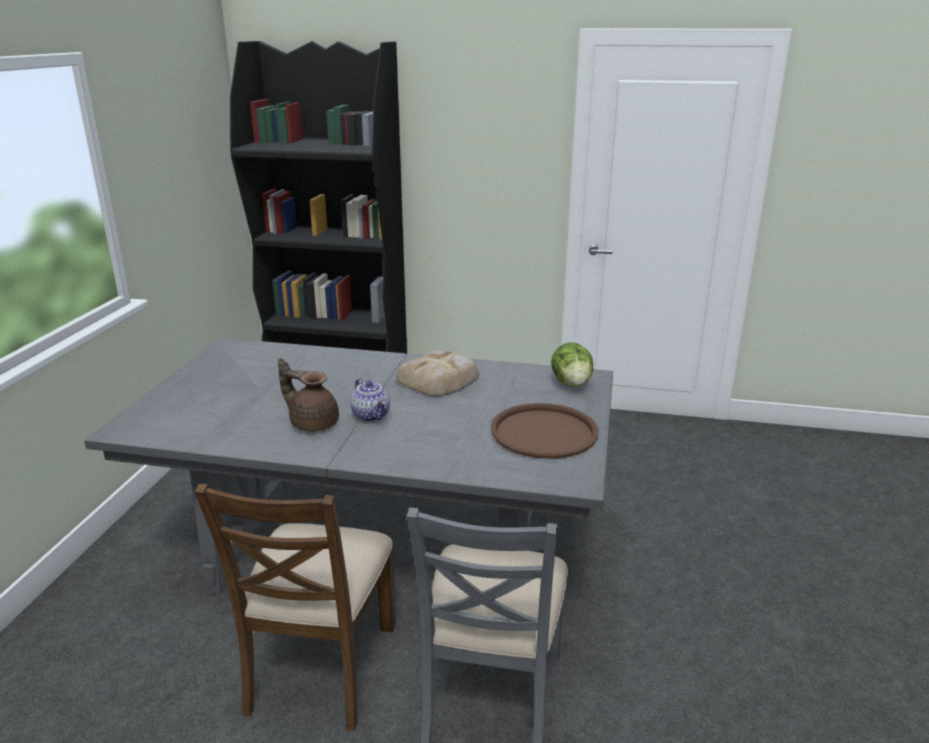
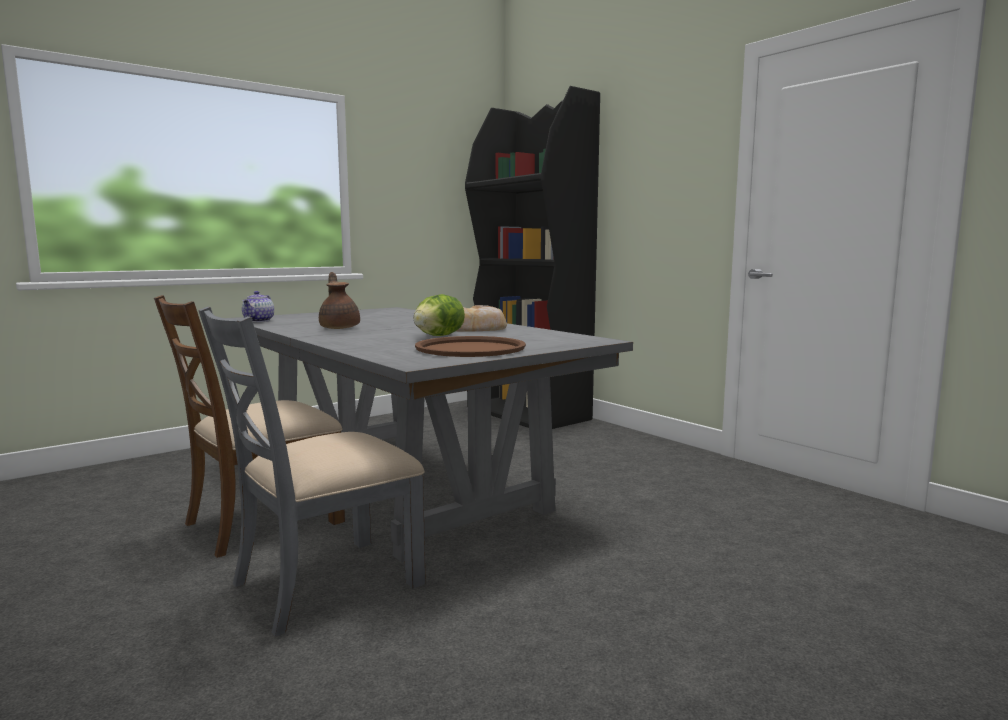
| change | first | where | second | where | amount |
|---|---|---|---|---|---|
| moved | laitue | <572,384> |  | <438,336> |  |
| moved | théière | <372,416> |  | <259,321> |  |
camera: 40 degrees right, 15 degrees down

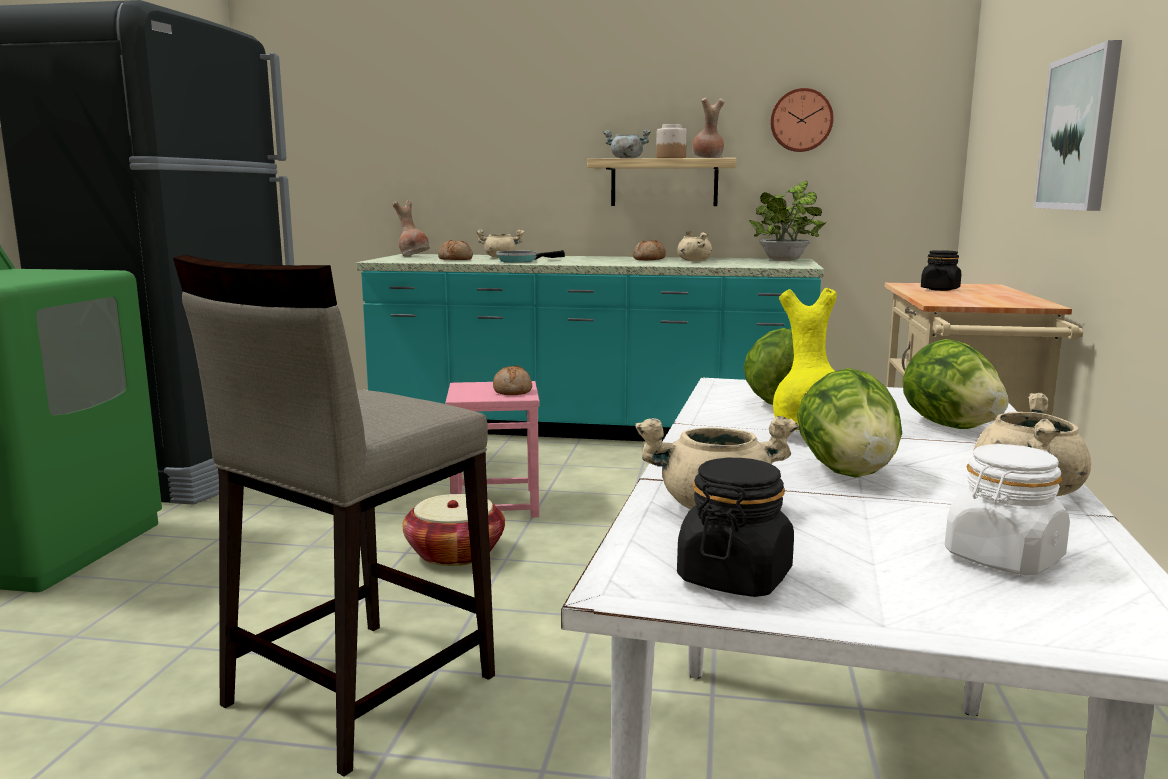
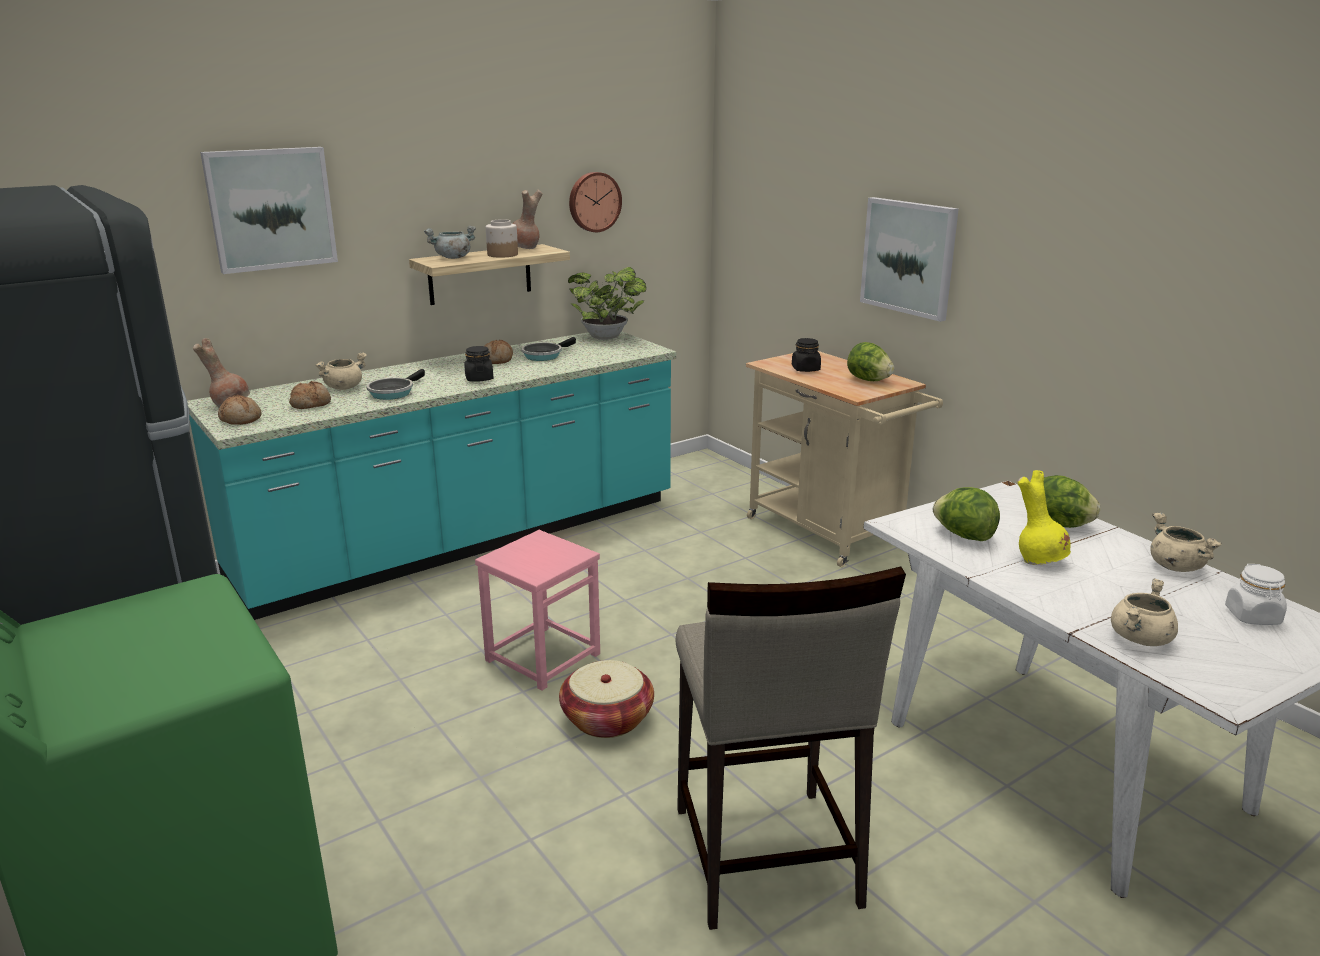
| change | first | where | second | where | amount |
|---|---|---|---|---|---|
| replaced | marmite [beige] | <694,261> | poêle | <544,355> |  |
| moved | pain | <513,391> |  | <241,419> |  |
| moved | laitue | <848,472> |  | <868,380> |  |
| moved | bocal [noir] | <734,577> |  | <479,379> |  |
| added |  |  | tableau | <271,209> |  |
camera: 45 degrees left, 10 degrees up

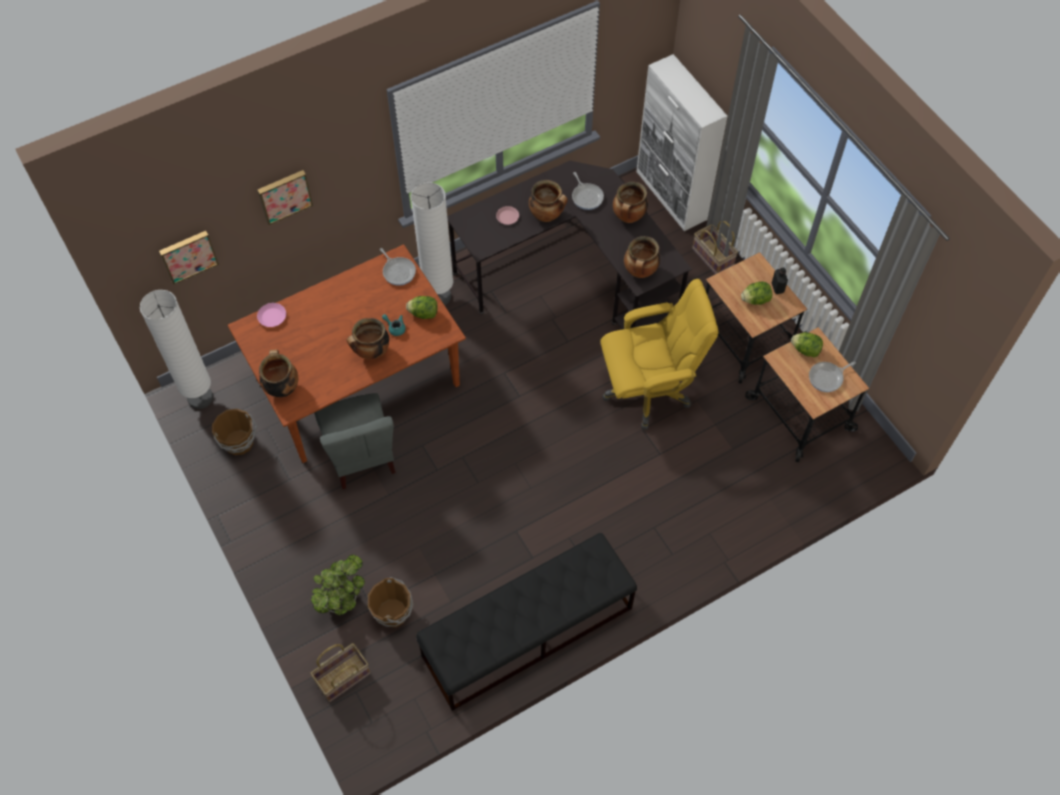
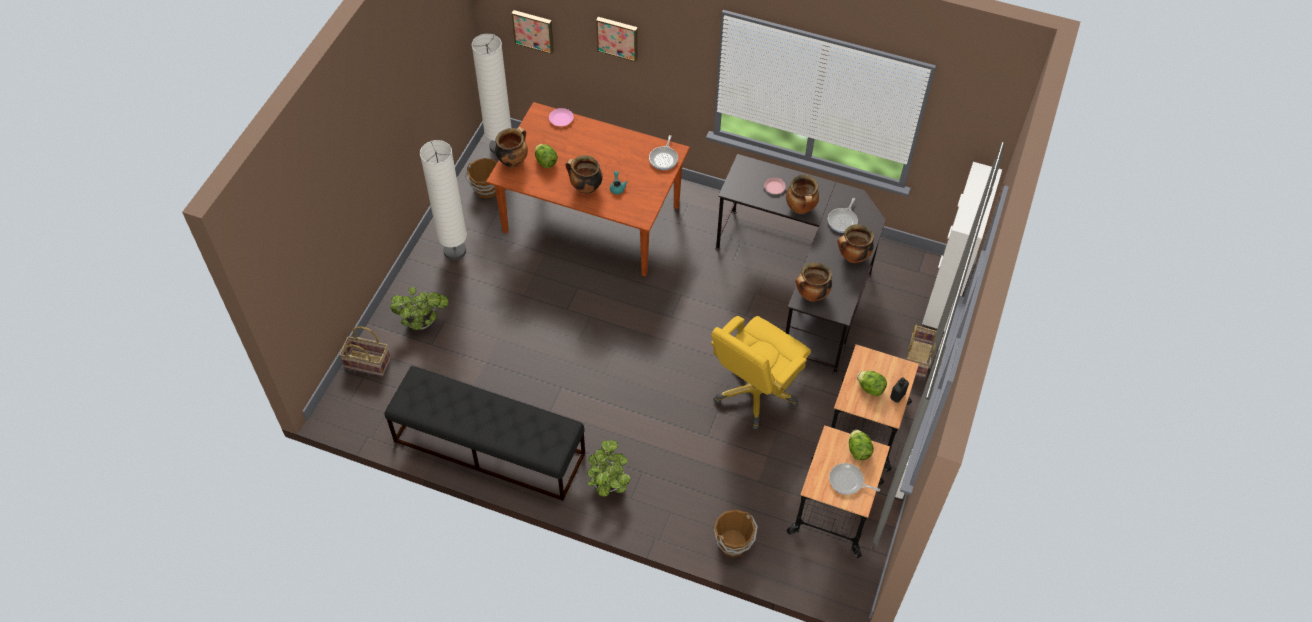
| change | first | where | second | where | amount |
|---|---|---|---|---|---|
| moved | lampadaire [blanc] | <439,297> |  | <454,251> |  |
| turned | chaise de bureau [jaune] | <648,390> |  | <755,393> | 90 degrees clockwise |
| moved | laitue | <423,313> |  | <546,162> |  |
| removed | chaise [gris] | <361,456> |  |  |  |
| moved | seau [marron] | <393,612> |  | <733,543> |  |
| added |  |  | plante en pot | <608,485> |  |
camera: 50 degrees right, 5 degrees down

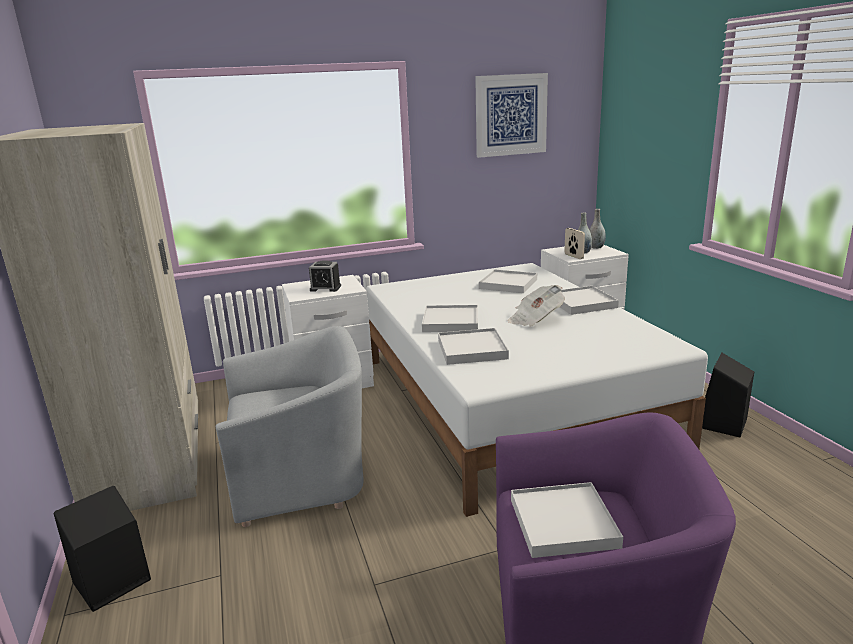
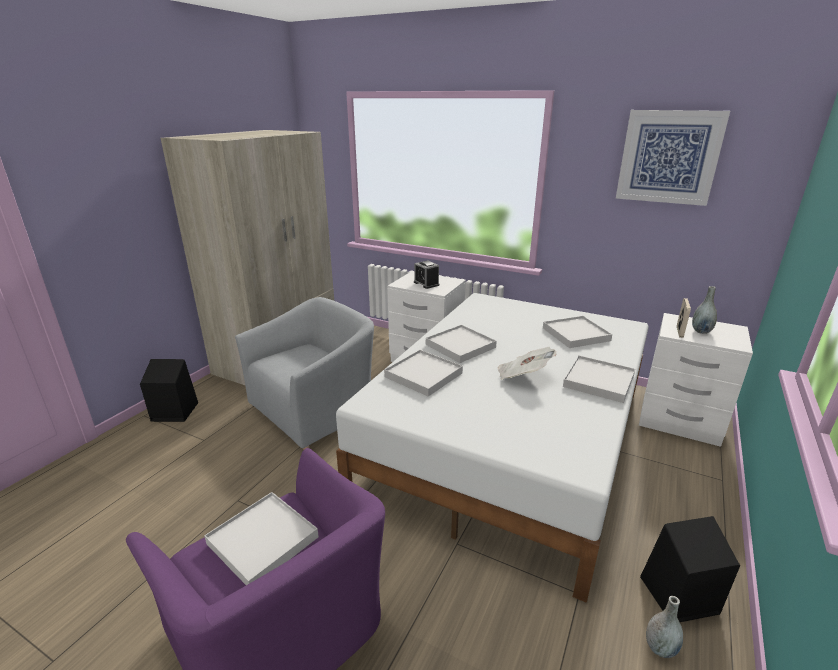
| change | first | where | second | where | amount |
|---|---|---|---|---|---|
| moved | vase [gris] | <596,247> |  | <660,648> |  |
| turned | fauteuil [gris] | <301,475> |  | <315,409> | 75 degrees counterclockwise |
camera: 45 degrees right, 5 degrees up

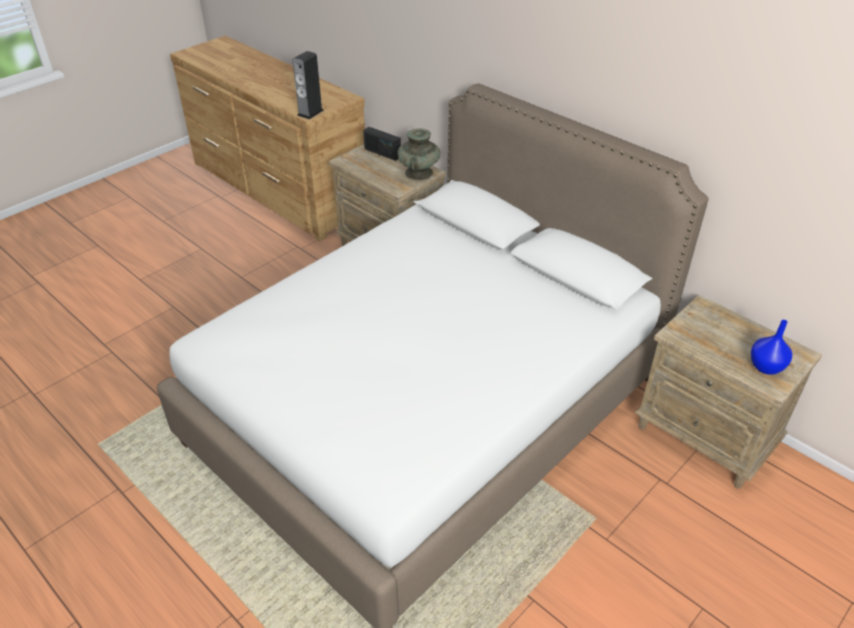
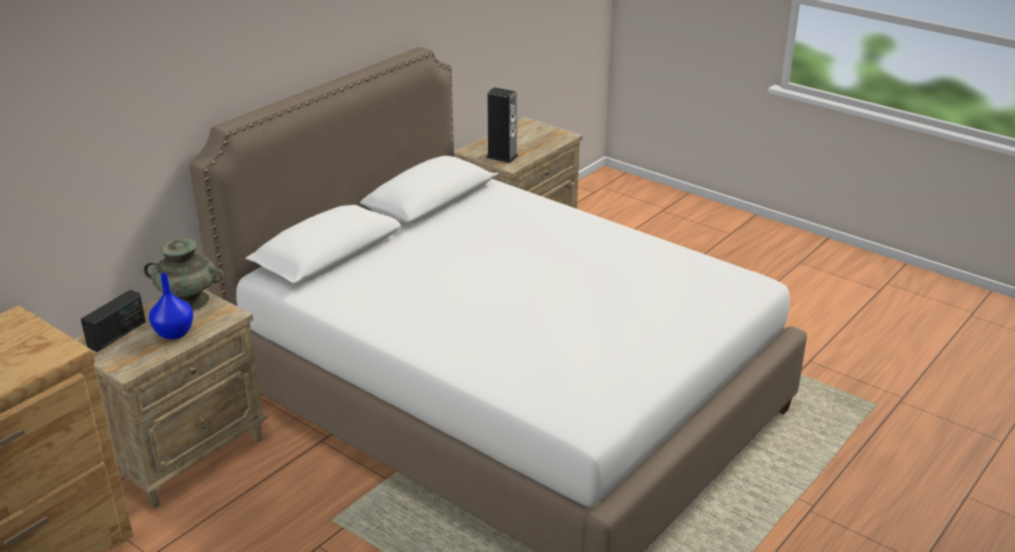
| change | first | where | second | where | amount |
|---|---|---|---|---|---|
| moved | enceinte | <310,113> |  | <502,156> |  |
| moved | vase [bleu] | <765,367> |  | <175,333> |  |
camera: 95 degrees left, 10 degrees down

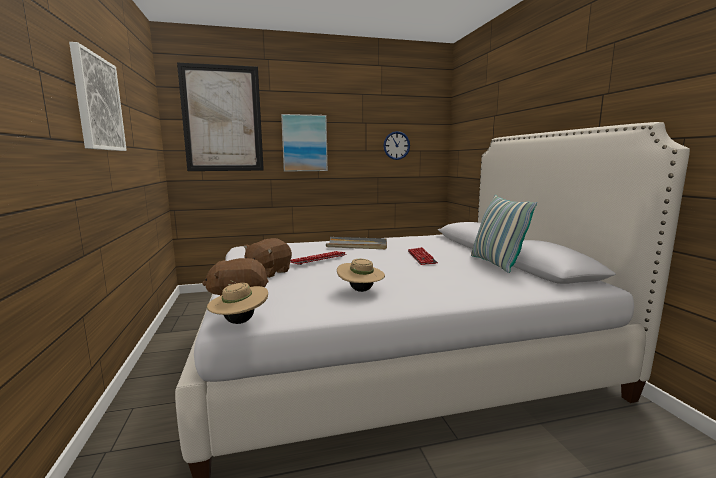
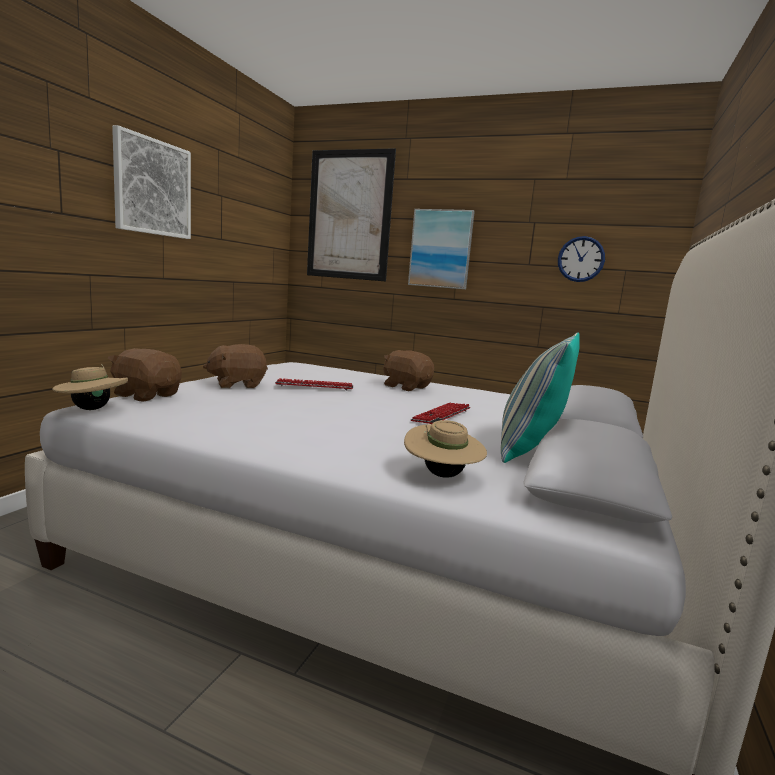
| change | first | where | second | where | amount |
|---|---|---|---|---|---|
| replaced | plateau [gris] | <357,245> | peluche [marron] | <406,387> |  |
| moved | chapeau [beige] | <361,291> |  | <442,475> |  |
camera: 35 degrees right, 0 degrees up

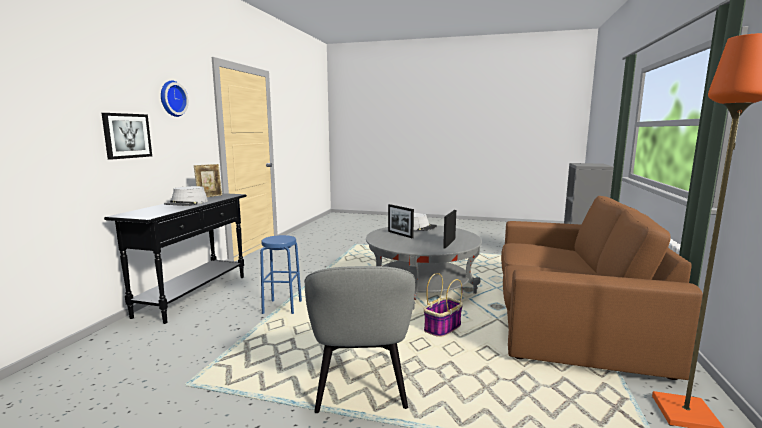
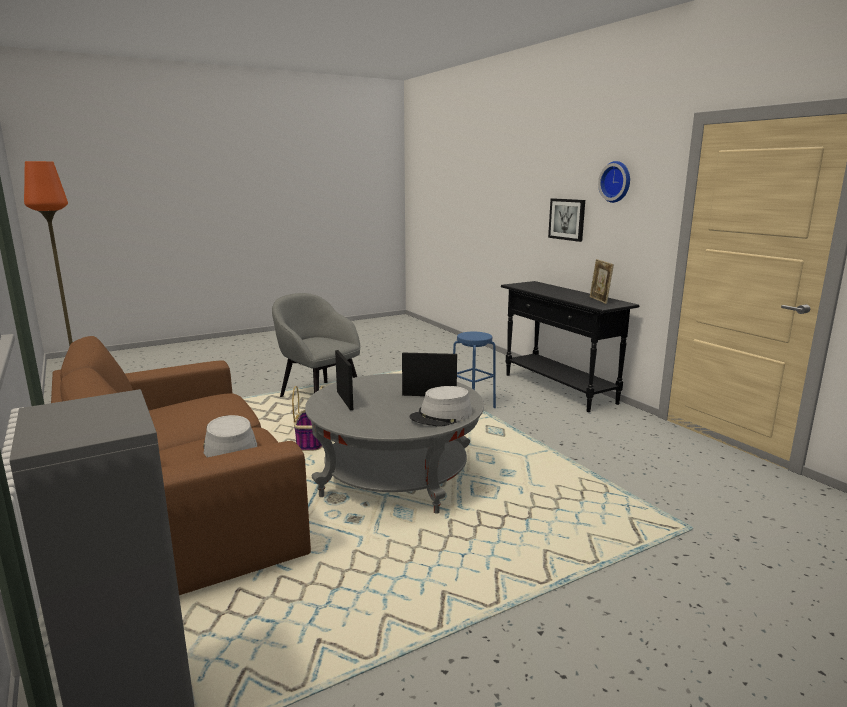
| change | first | where | second | where | amount |
|---|---|---|---|---|---|
| moved | chapeau [gris] | <187,203> |  | <229,446> |  |
camera: 135 degrees right, 5 degrees up

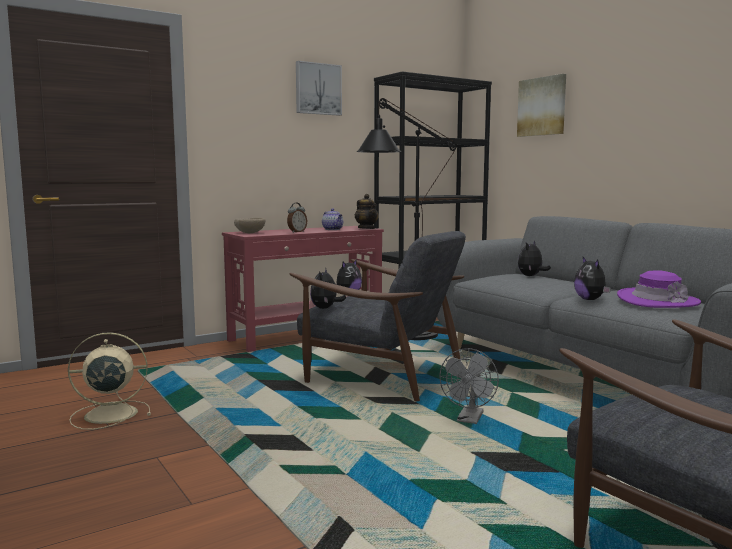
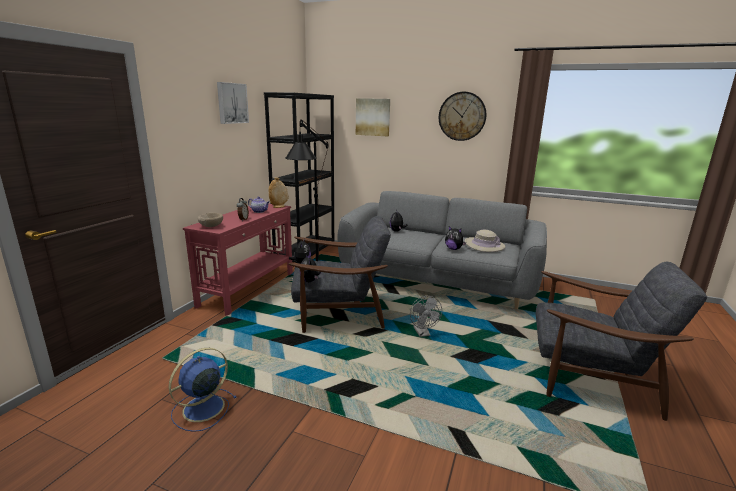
| change | first | where | second | where | amount |
|---|---|---|---|---|---|
| replaced | théière | <366,228> | vase [beige] | <279,207> |  |
| recoloured | chapeau [violet] | <657,301> | chapeau [beige] | <484,245> |  |
| recoloured | ventilateur [beige] | <108,414> | ventilateur [bleu] | <202,409> |  |
| added |  |  | horloge murale | <462,116> |  |
camera: 35 degrees left, 10 degrees up

